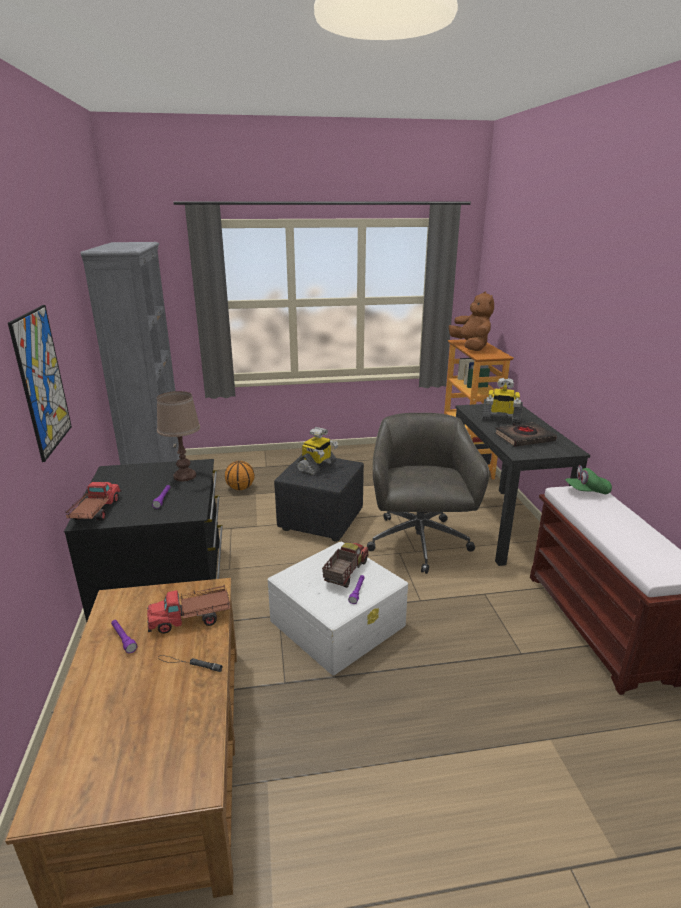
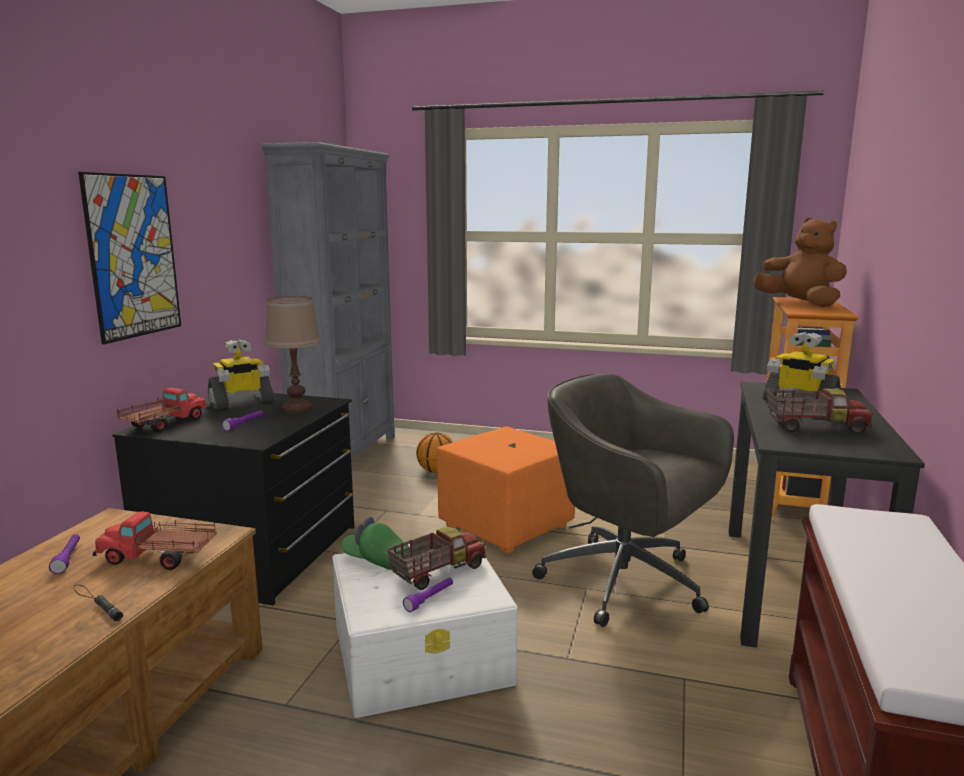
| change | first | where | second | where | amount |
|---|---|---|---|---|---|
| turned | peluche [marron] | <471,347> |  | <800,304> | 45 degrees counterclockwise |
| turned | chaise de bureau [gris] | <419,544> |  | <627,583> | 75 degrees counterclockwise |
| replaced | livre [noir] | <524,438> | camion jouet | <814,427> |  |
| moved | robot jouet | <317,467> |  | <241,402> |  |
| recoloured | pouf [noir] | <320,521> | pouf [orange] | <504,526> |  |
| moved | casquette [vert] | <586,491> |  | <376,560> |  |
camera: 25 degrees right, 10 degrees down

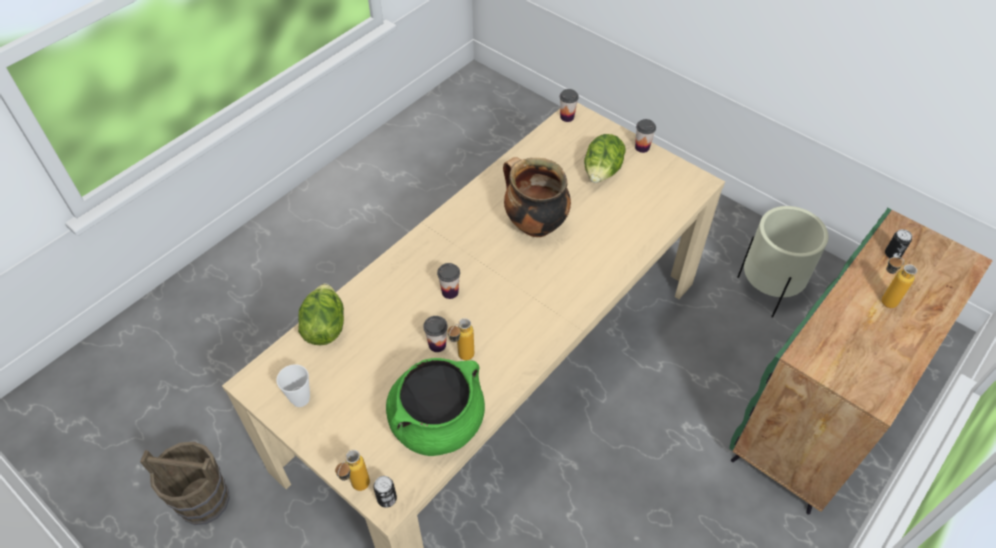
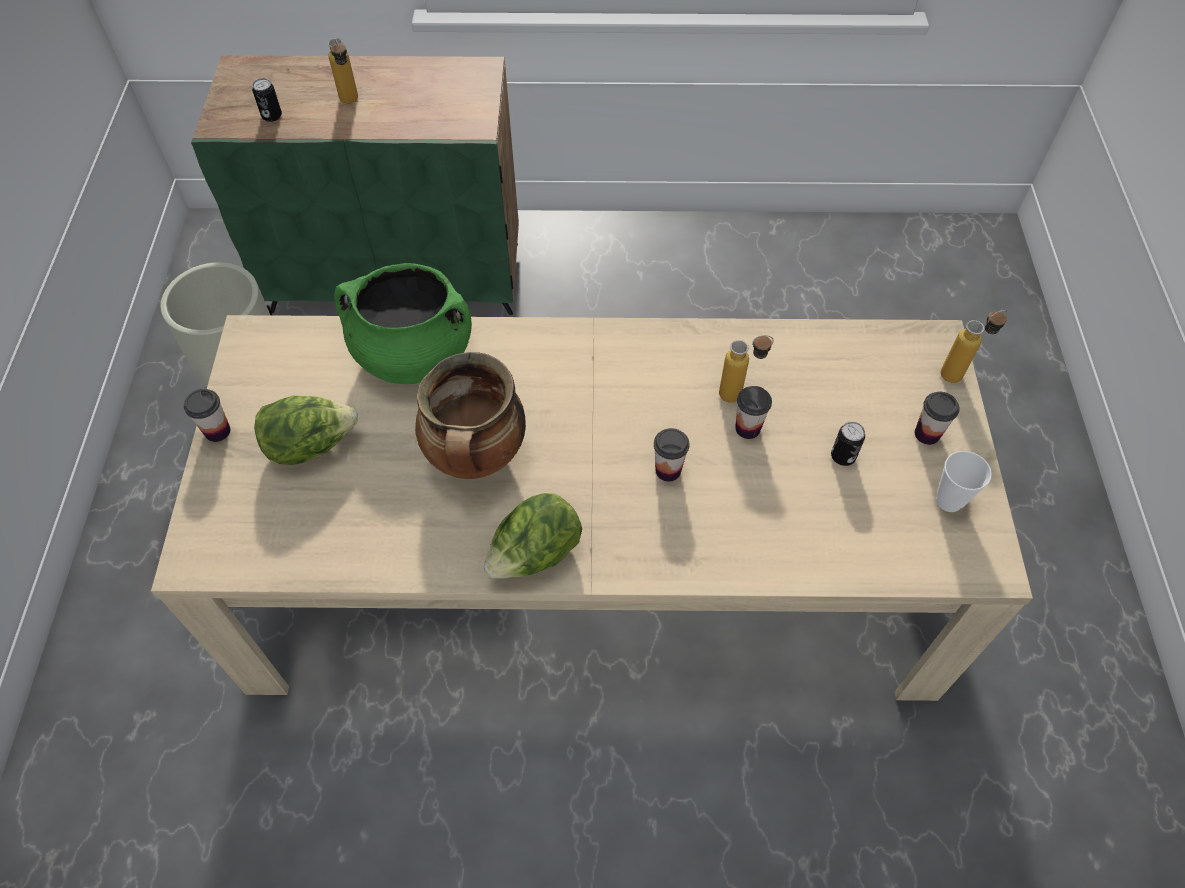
| change | first | where | second | where | amount |
|---|---|---|---|---|---|
| moved | tasse | <567,117> |  | <927,434> |  |
| moved | laitue | <324,327> |  | <535,554> |  |
| moved | marmite [vert] | <437,422> |  | <413,354> |  |
| removed | seau [marron] | <203,500> |  |  |  |
| moved | boîte métallique | <387,499> |  | <843,456> |  |
camera: 130 degrees left, 5 degrees up

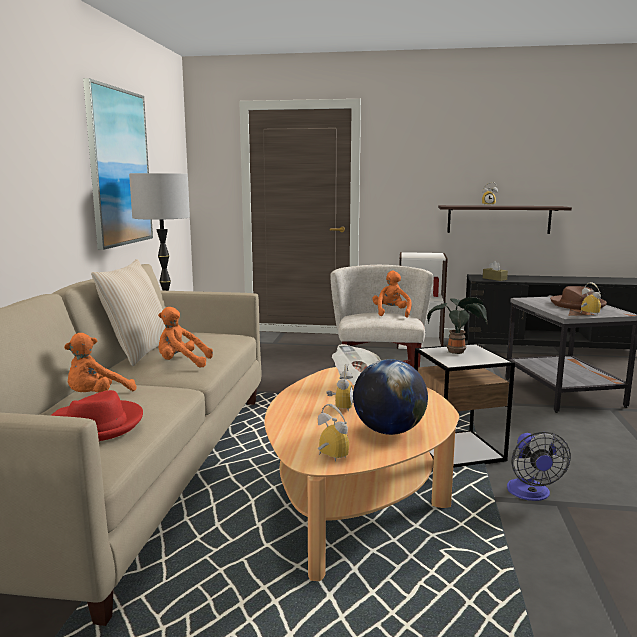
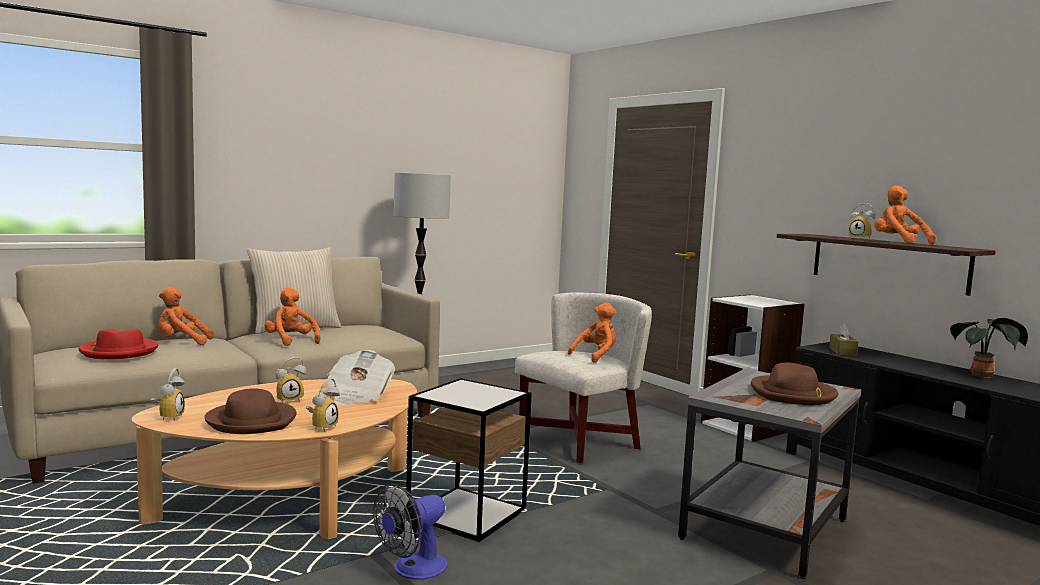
| change | first | where | second | where | amount |
|---|---|---|---|---|---|
| removed | tableau | <119,167> |  |  |  |
| moved | réveil | <586,314> |  | <322,426> |  |
| moved | plante en pot | <457,352> |  | <983,376> |  |
| replaced | globe | <389,431> | chapeau [marron] | <252,421> |  |
| added |  |  | peluche [orange] | <898,242> |  |
camera: 45 degrees right, 5 degrees down

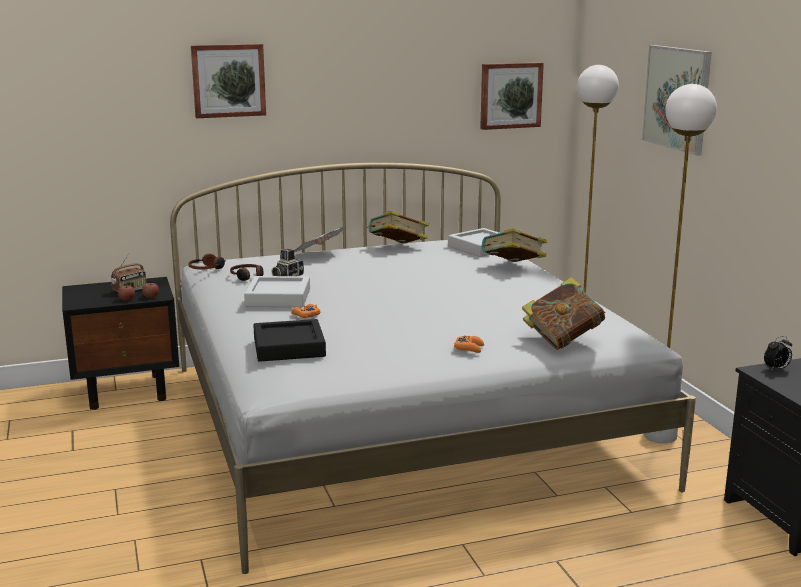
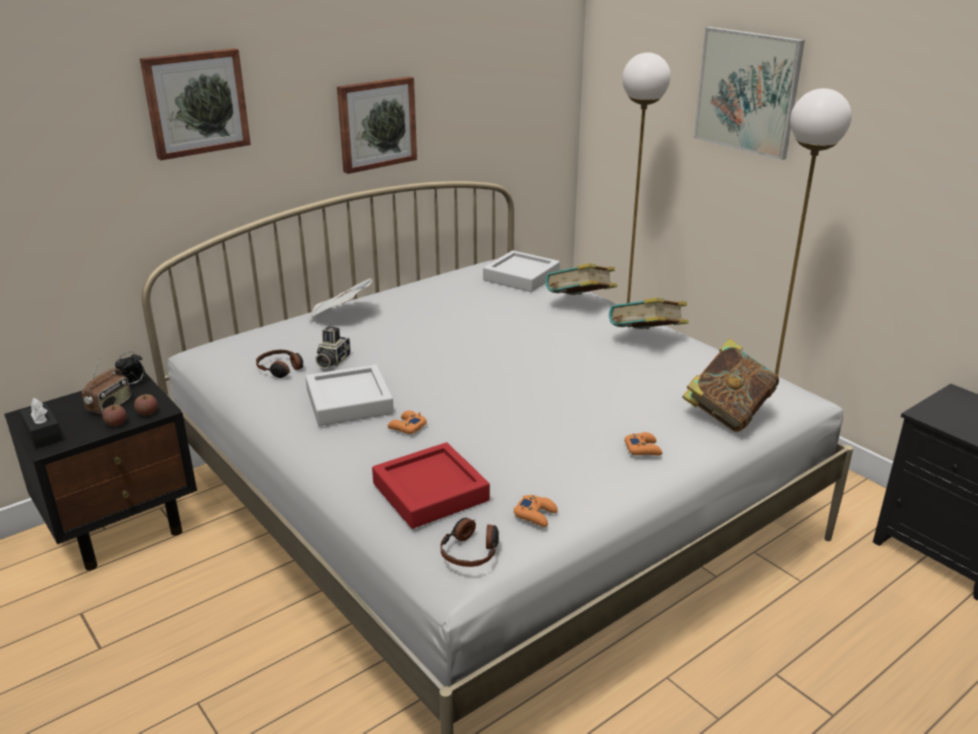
| change | first | where | second | where | amount |
|---|---|---|---|---|---|
| moved | tableau | <510,95> |  | <376,124> |  |
| moved | livre | <397,248> |  | <646,340> |  |
| moved | casque audio | <207,268> |  | <471,550> |  |
| recoloured | plateau [noir] | <289,347> | plateau [rouge] | <430,492> |  |
| moved | réveil | <776,369> |  | <133,384> |  |
| added |  |  | boîte à mouchoirs [noir] | <43,434> |  |
| added |  |  | manette [orange] | <536,514> |  |
camera: 20 degrees left, 10 degrees up

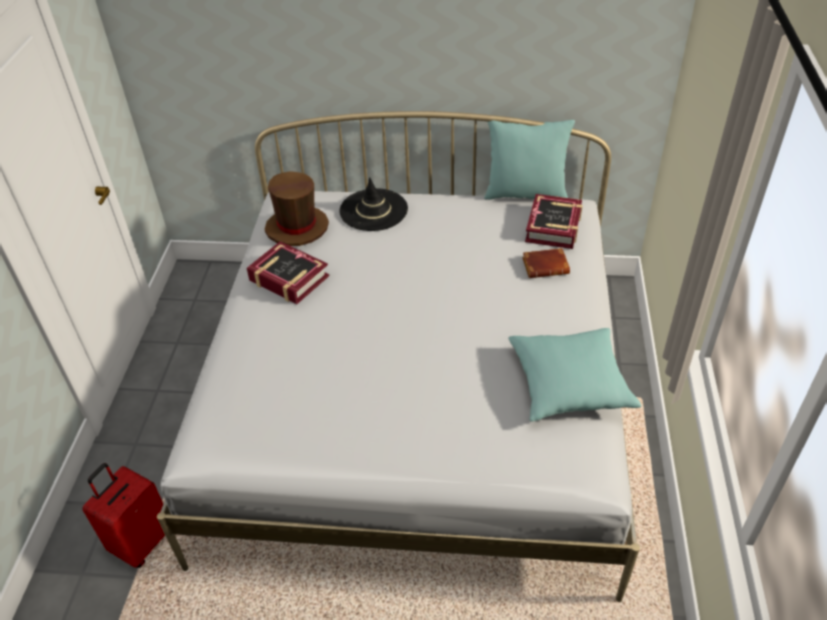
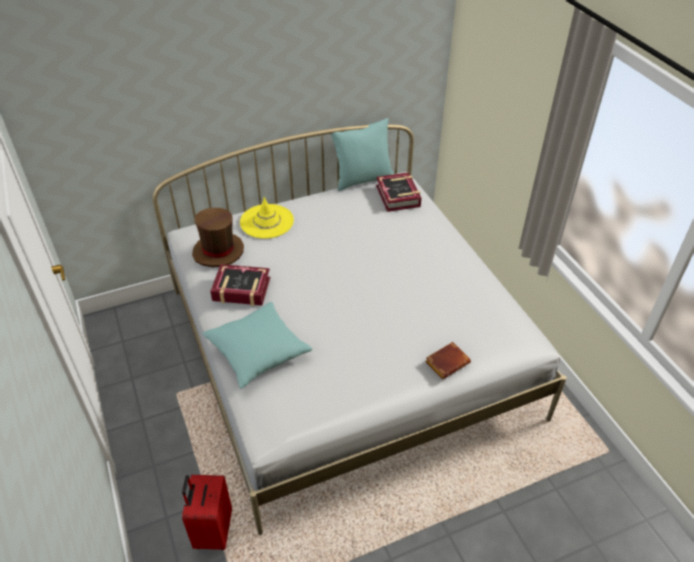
| change | first | where | second | where | amount |
|---|---|---|---|---|---|
| recoloured | chapeau [noir] | <373,210> | chapeau [jaune] | <267,221> |  |
| moved | livre [marron] | <546,266> |  | <447,362> |  |
| moved | coussin [turquoise] | <569,384> |  | <258,351> |  |
camera: 30 degrees left, 0 degrees up

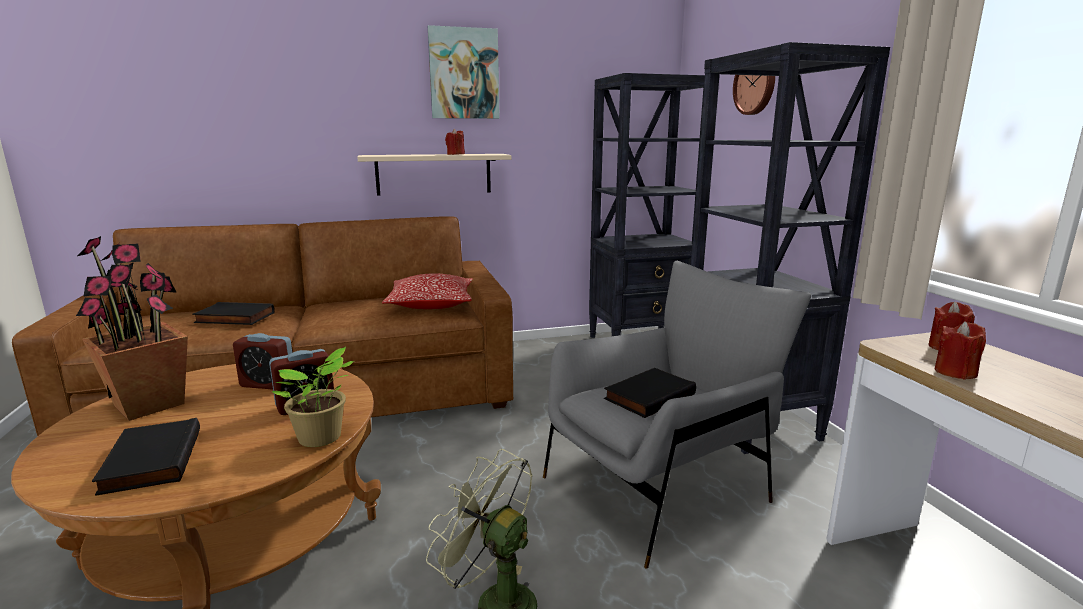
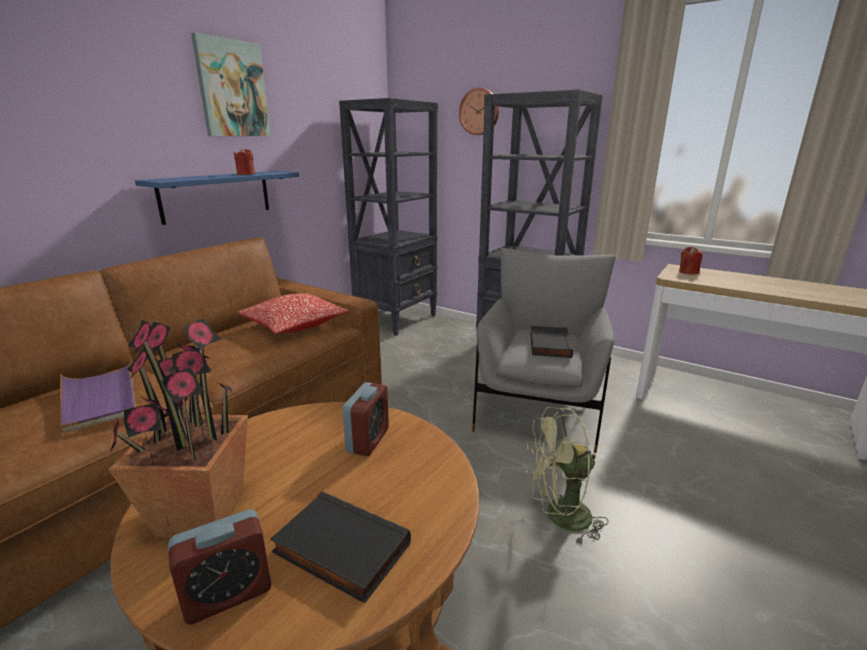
| change | first | where | second | where | amount |
|---|---|---|---|---|---|
| recoloured | étagère [beige] | <434,174> | étagère [bleu] | <216,196> |  |
| replaced | livre [noir] | <234,318> | plateau [violet] | <100,398> |  |
| removed | bougie [rouge] | <955,372> |  |  |  |
| moved | réveil | <268,384> |  | <228,594> |  |
| removed | plante en pot | <321,439> |  |  |  |
camera: 40 degrees left, 5 degrees up

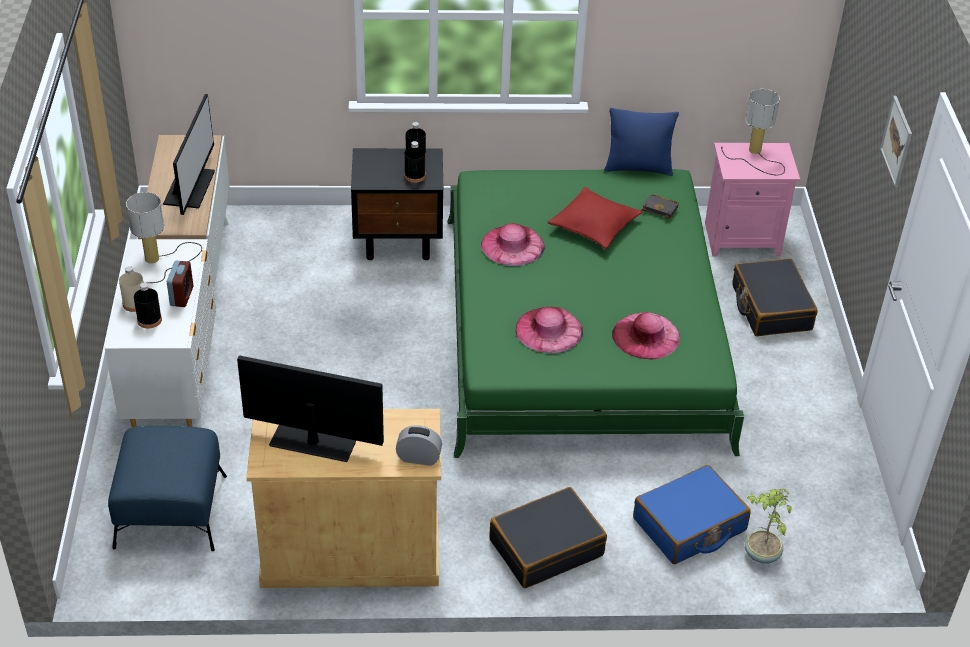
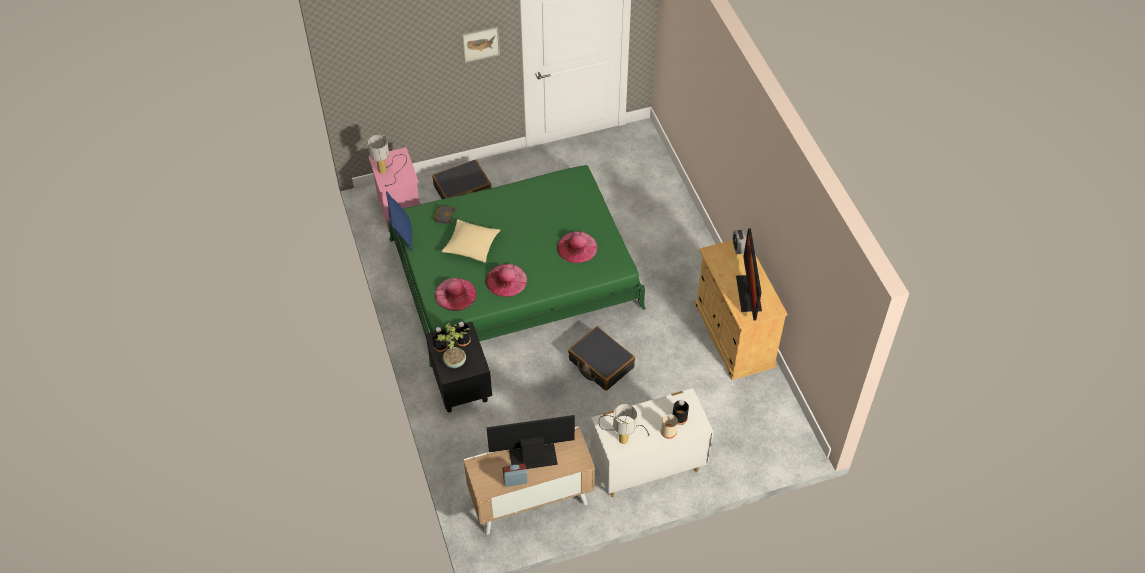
| change | first | where | second | where | amount |
|---|---|---|---|---|---|
| recoloured | coussin [rouge] | <594,225> | coussin [beige] | <471,245> |  |
| moved | réveil | <181,296> |  | <515,481> |  |
| moved | chapeau [rose] | <646,336> |  | <455,294> |  |
| removed | pouf [bleu] | <171,510> |  |  |  |
| removed | valise [bleu] | <689,525> |  |  |  |
| moved | valise [noir] | <546,547> |  | <601,364> |  |
| moved | plante en pot | <761,555> |  | <455,362> |  |
camera: 105 degrees left, 10 degrees up

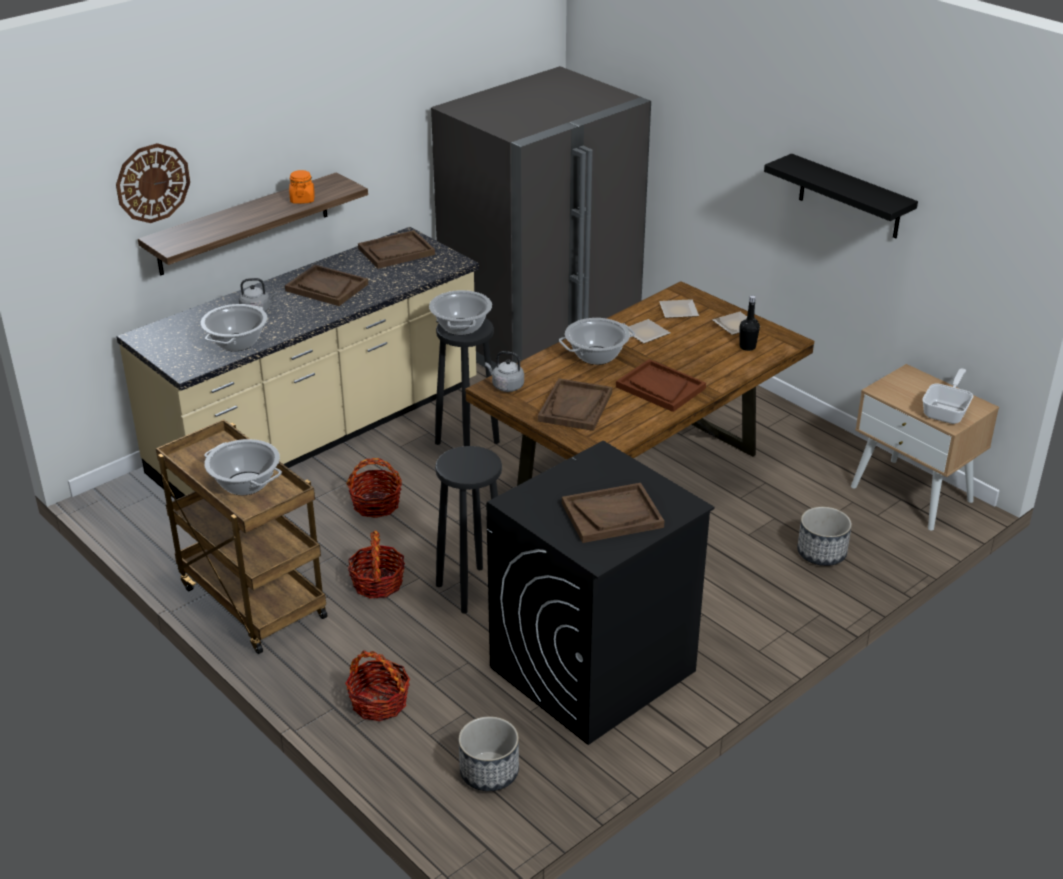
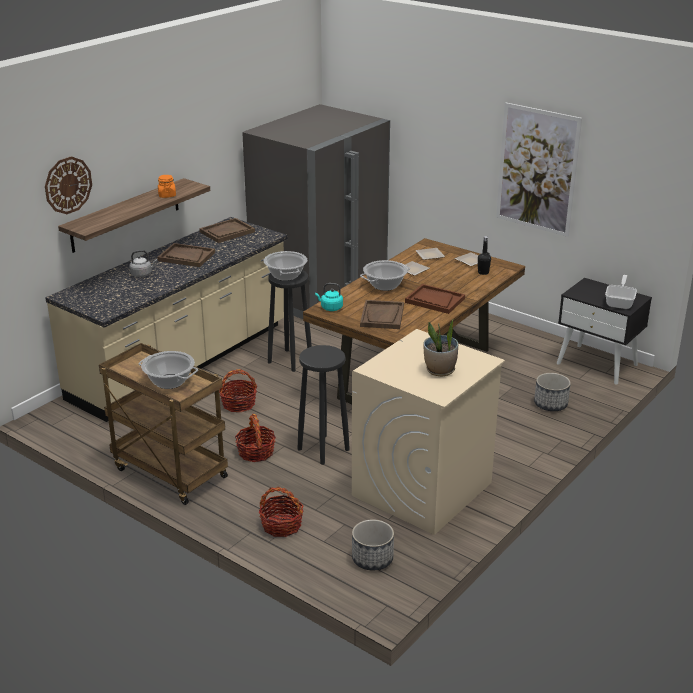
| change | first | where | second | where | amount |
|---|---|---|---|---|---|
| replaced | étagère [noir] | <849,197> | tableau | <537,169> |  |
| removed | marmite | <237,342> |  |  |  |
| recoloured | bouilloire [gris] | <506,386> | bouilloire [turquoise] | <330,308> |  |
| recoloured | table de chevet [beige] | <912,494> | table de chevet [noir] | <597,364> |  |
| recoloured | lave-linge [noir] | <592,670> | lave-linge [beige] | <422,489> |  |
| replaced | plateau [marron] | <612,515> | plante en pot | <440,370> |  |
camera: 10 degrees left, 5 degrees down

